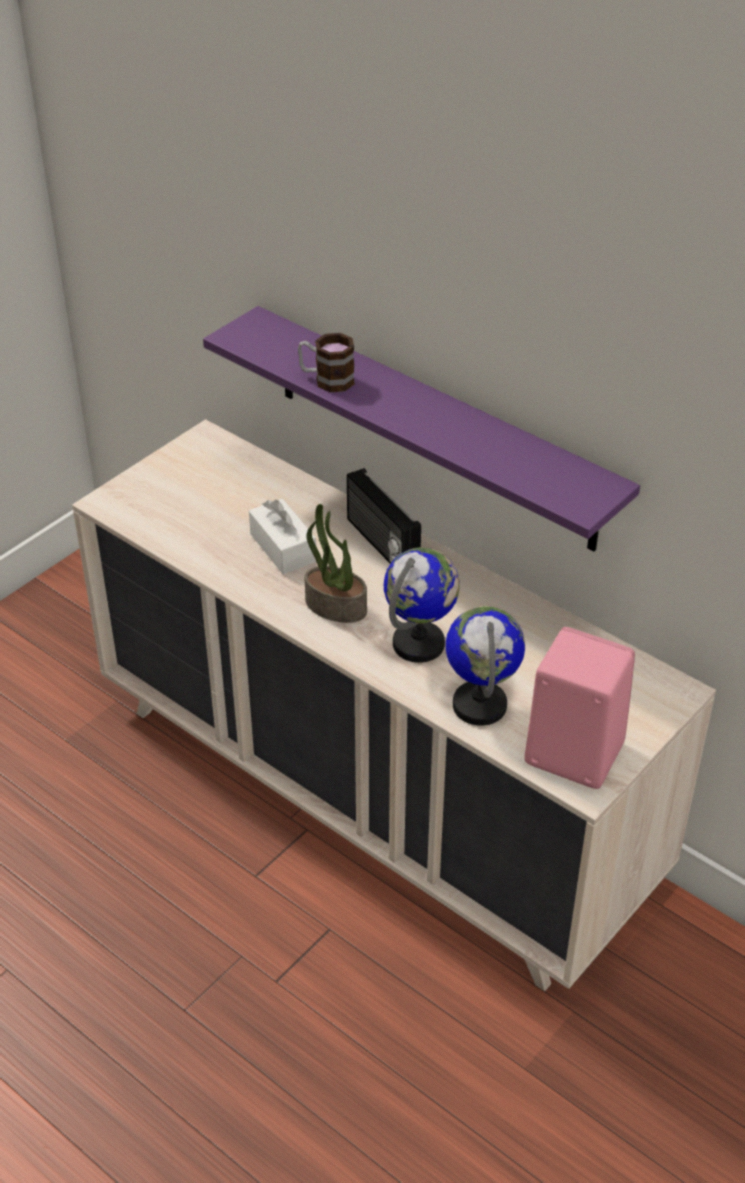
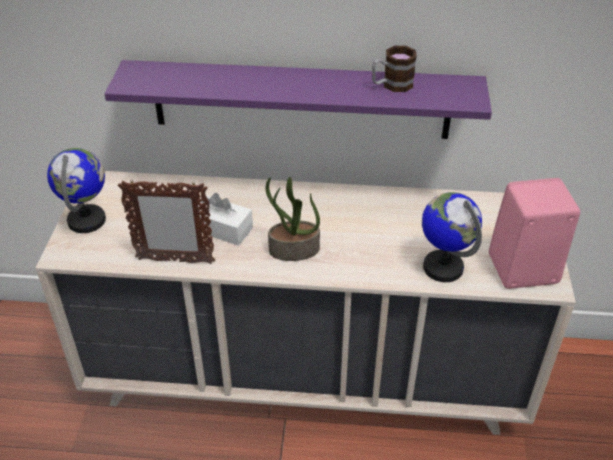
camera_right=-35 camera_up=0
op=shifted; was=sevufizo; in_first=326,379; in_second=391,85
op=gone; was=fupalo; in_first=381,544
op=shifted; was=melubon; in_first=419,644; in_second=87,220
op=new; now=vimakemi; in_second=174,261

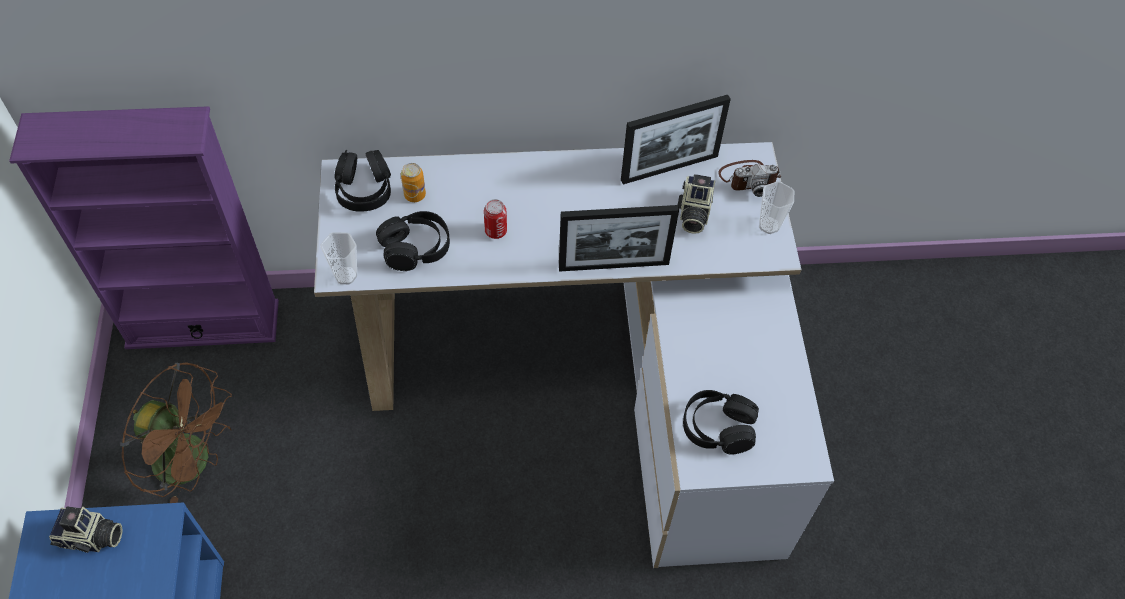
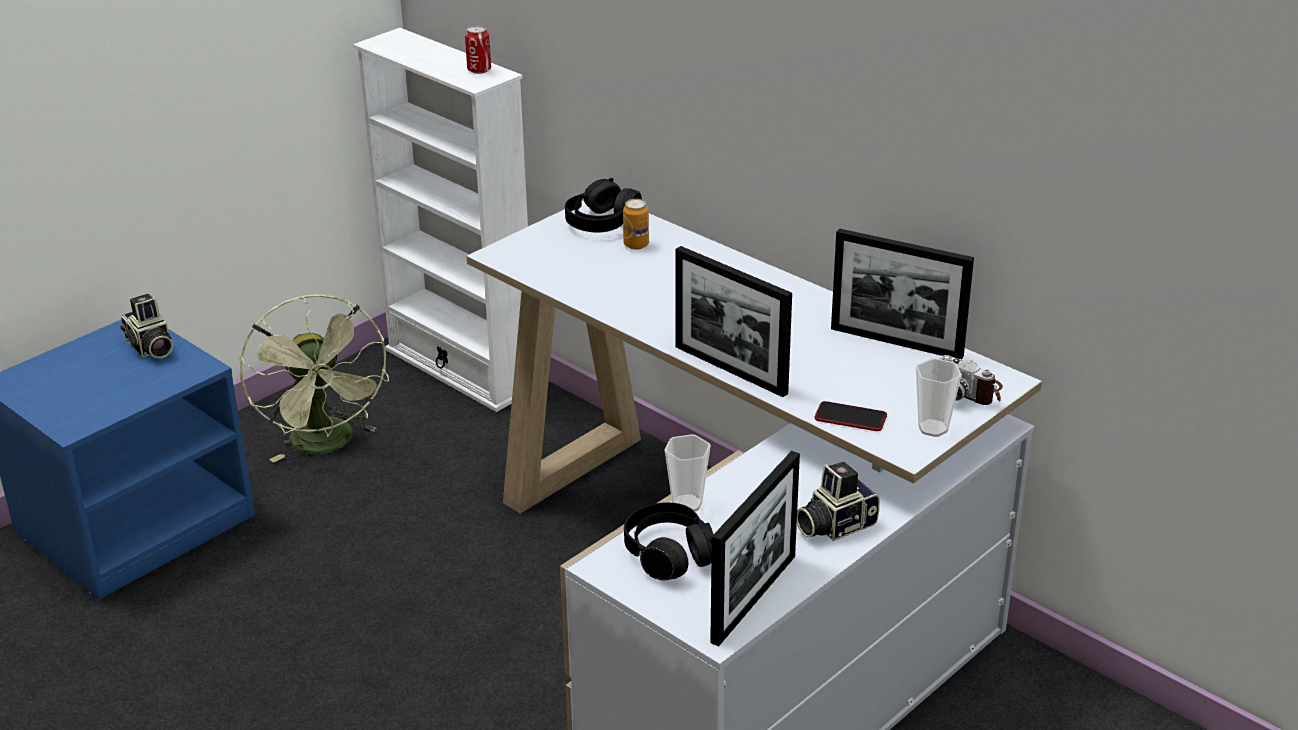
camera_right=50 camera_up=-25
op=repainted; was=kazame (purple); now=kazame (white); in_first=203,324; in_second=461,369
op=shifted; was=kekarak; in_first=693,213; in_second=834,525
op=shifted; was=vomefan; in_first=496,231; in_second=479,70
op=gone; was=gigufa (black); in_first=415,248
op=shifted; was=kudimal; in_first=346,275; in_second=687,504
op=repainted; was=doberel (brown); now=doberel (green); in_first=194,462; in_second=327,445
op=new; now=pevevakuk; in_second=850,418
op=new; now=vimakemi; in_second=754,598

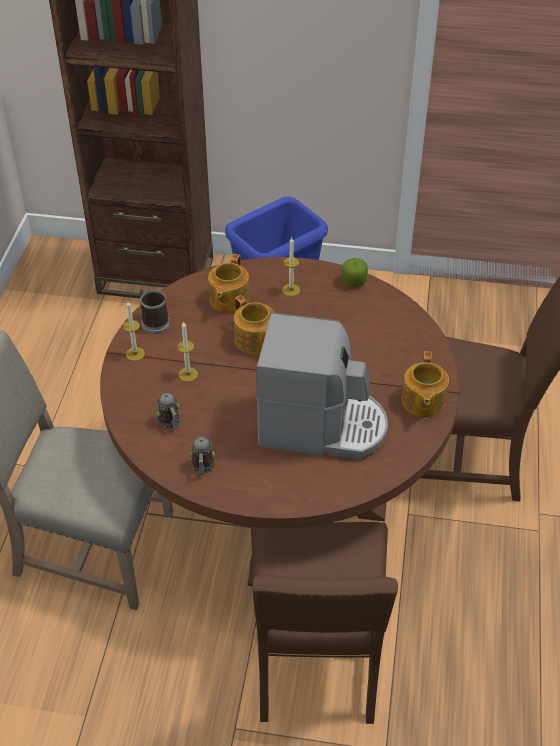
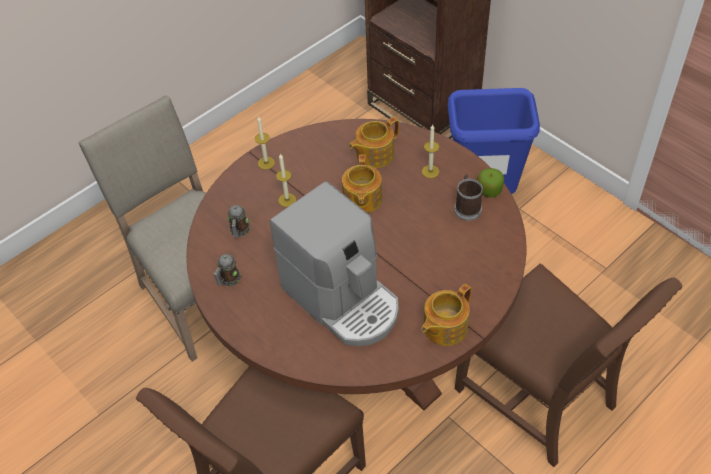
camera_right=40 camera_up=5
op=shifted; was=sevufizo; in_first=153,322; in_second=467,207

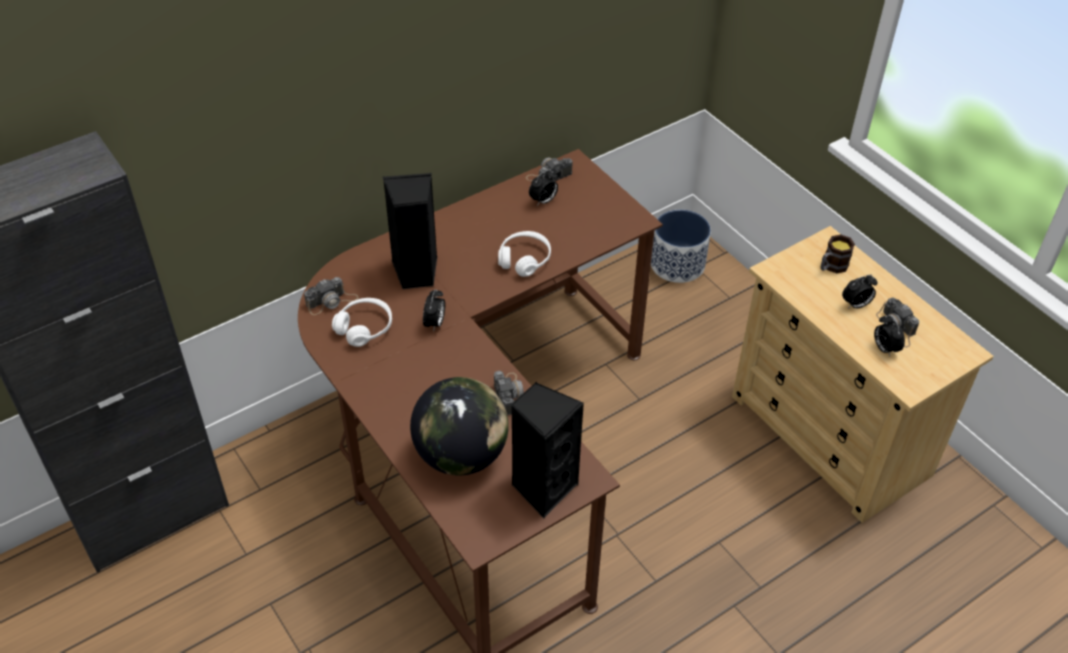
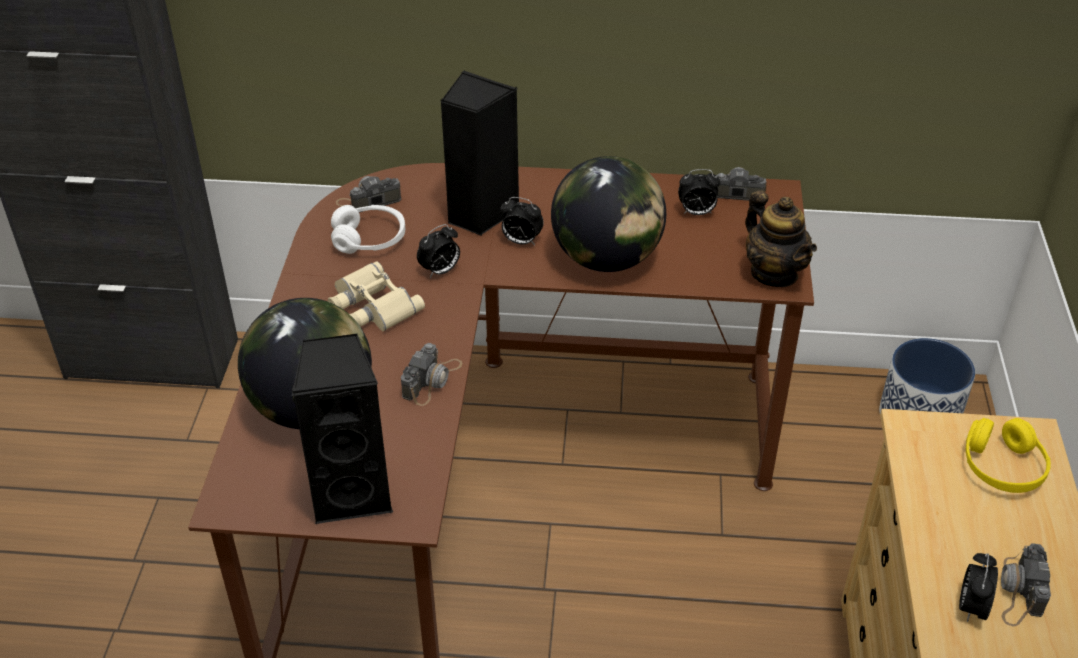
camera_right=40 camera_up=-5
op=swapped; was=gigufa (white); now=melubon; in_first=524,260; in_second=606,259
op=swapped; was=sevufizo; now=gigufa (yellow); in_first=831,266; in_second=1002,467
op=shifted; was=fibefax; in_first=856,305; in_second=521,241
op=rotated; was=kekarak; in_first=332,301; in_second=369,200; clockwise=150
op=new; now=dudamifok; in_second=774,273
op=new; now=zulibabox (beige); in_second=371,306

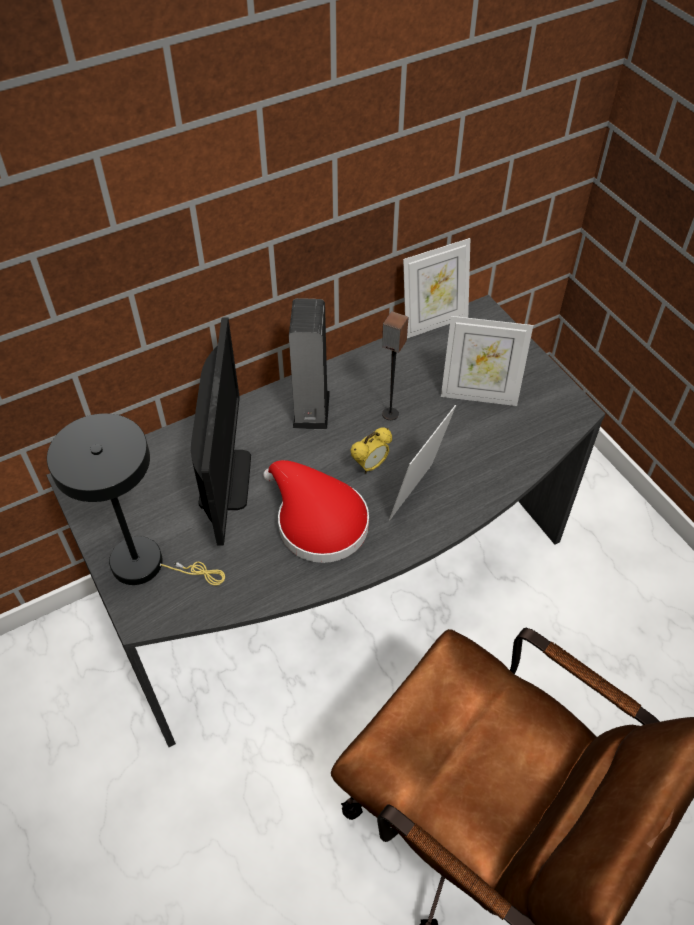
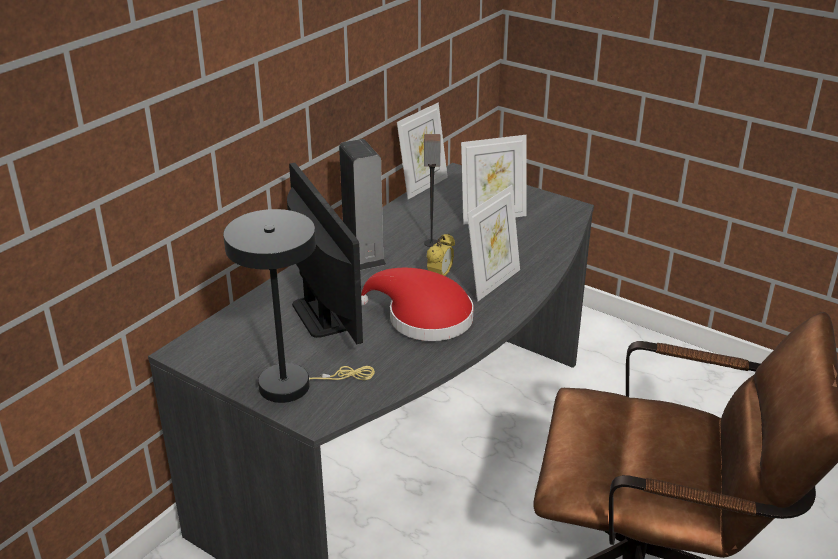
camera_right=-25 camera_up=-20
op=rotated; was=vimakemi; in_first=418,495; in_second=493,282; clockwise=-150

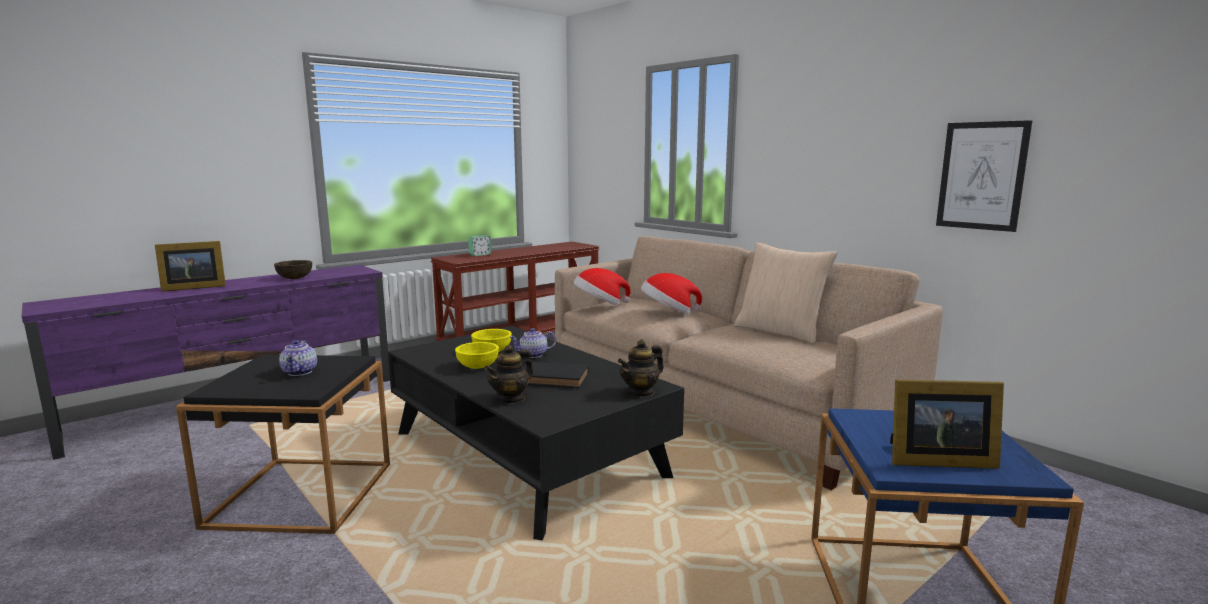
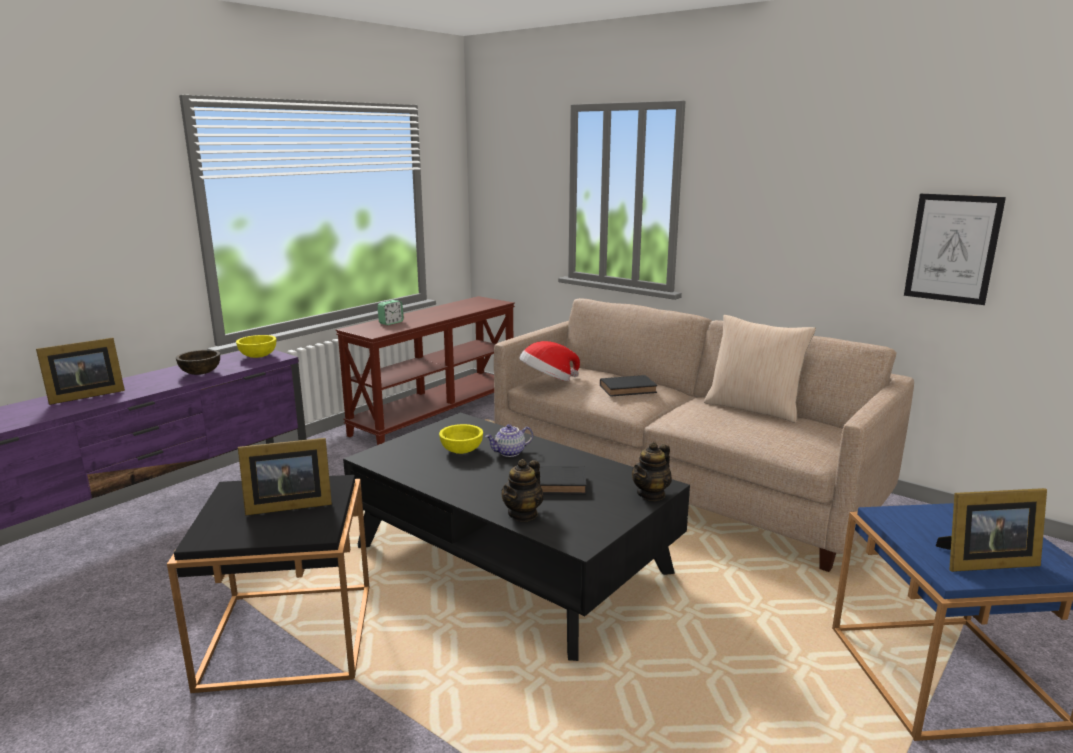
camera_right=-10 camera_up=5
op=swapped; was=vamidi; now=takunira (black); in_first=668,312; in_second=629,389
op=swapped; was=dudamifok; now=vimakemi; in_first=300,372; in_second=286,505
op=shifted; was=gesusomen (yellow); in_first=477,367; in_second=258,356

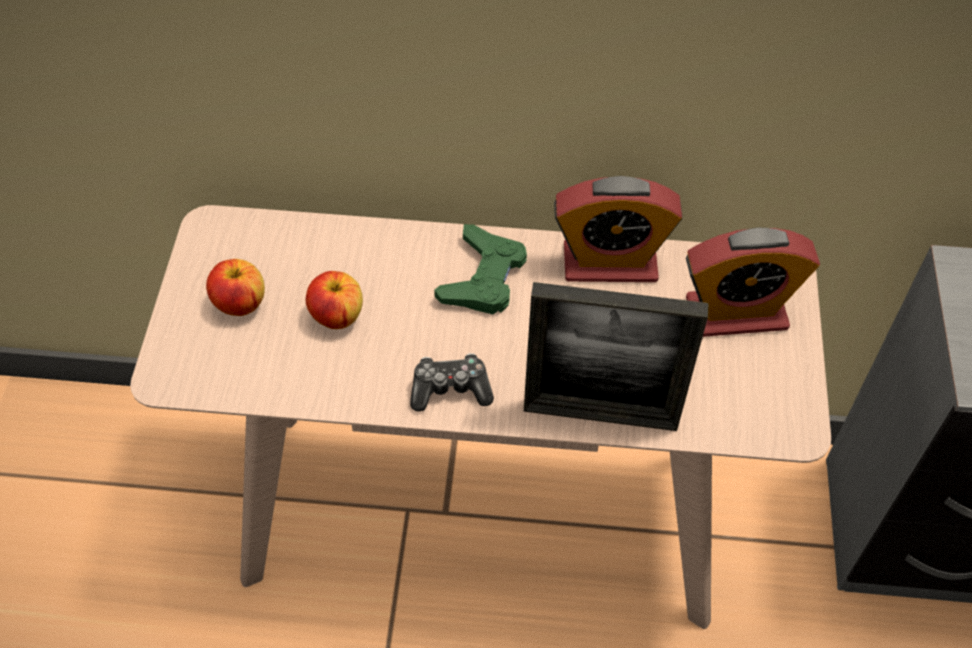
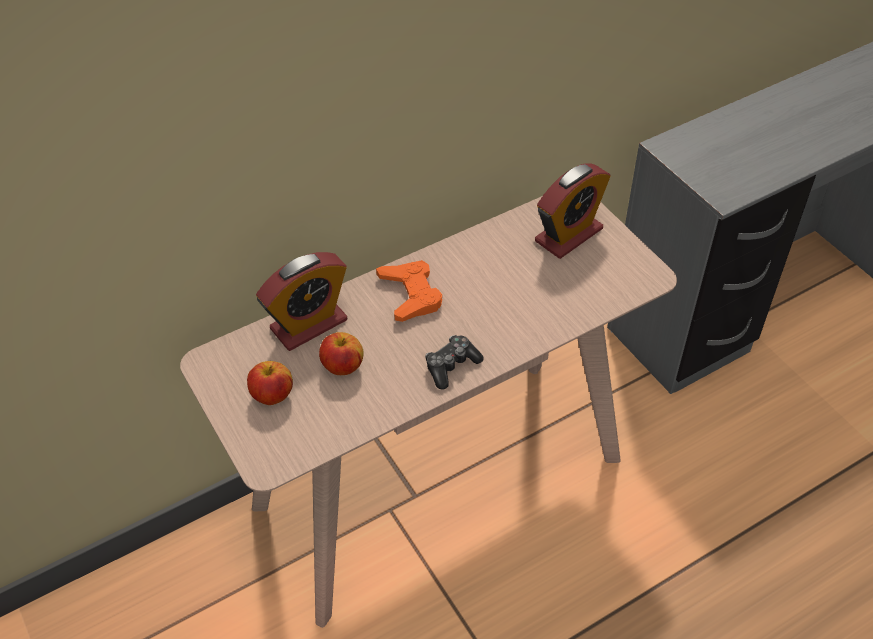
camera_right=-35 camera_up=-5
op=shifted; was=fibefax; in_first=610,263; in_second=309,324
op=repainted; was=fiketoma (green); now=fiketoma (orange); in_first=483,277; in_second=410,294
op=gone; was=vimakemi; in_first=600,414

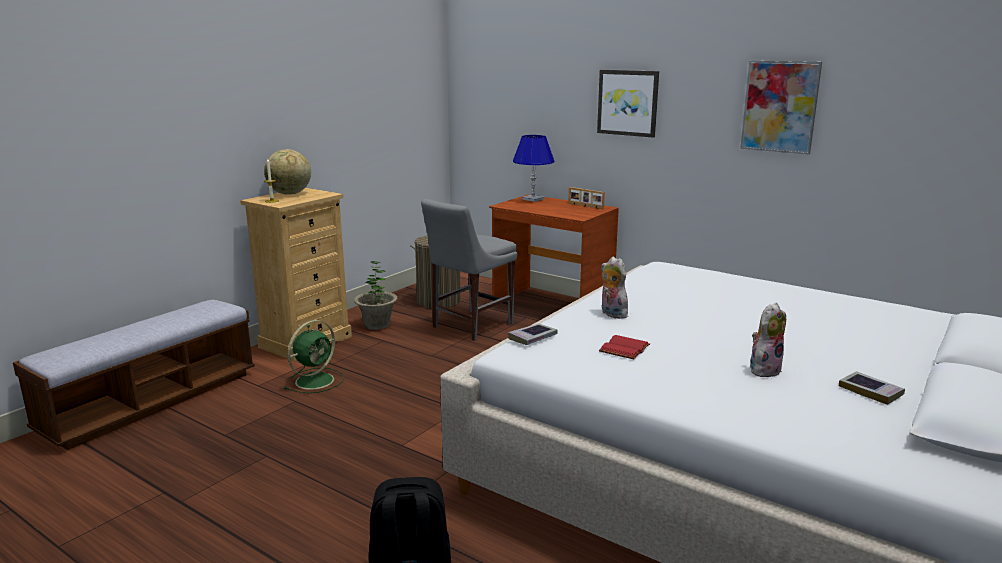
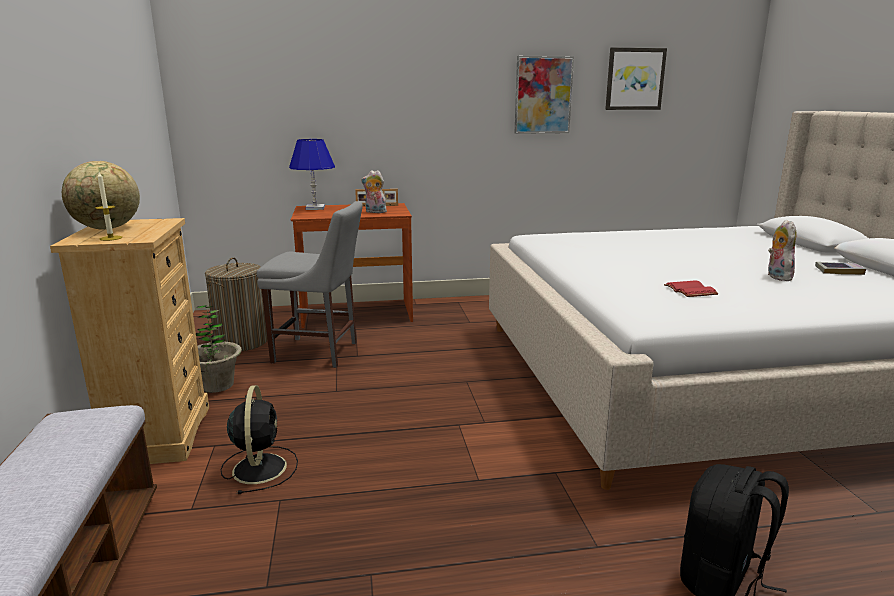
camera_right=-45 camera_up=0
op=shifted; was=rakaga; in_first=628,103; in_second=635,79
op=rotated; was=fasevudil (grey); in_first=469,326; in_second=319,353; clockwise=-75
op=shifted; was=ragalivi; in_first=611,314; in_second=375,212
op=repainted; was=doberel (green); now=doberel (black); in_first=316,380; in_second=260,467
op=gone; was=takunira; in_first=533,338

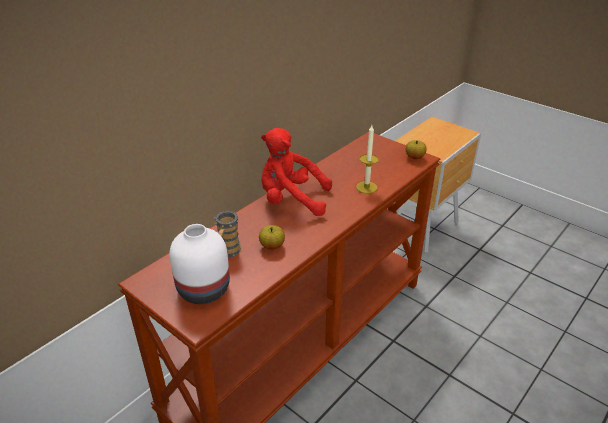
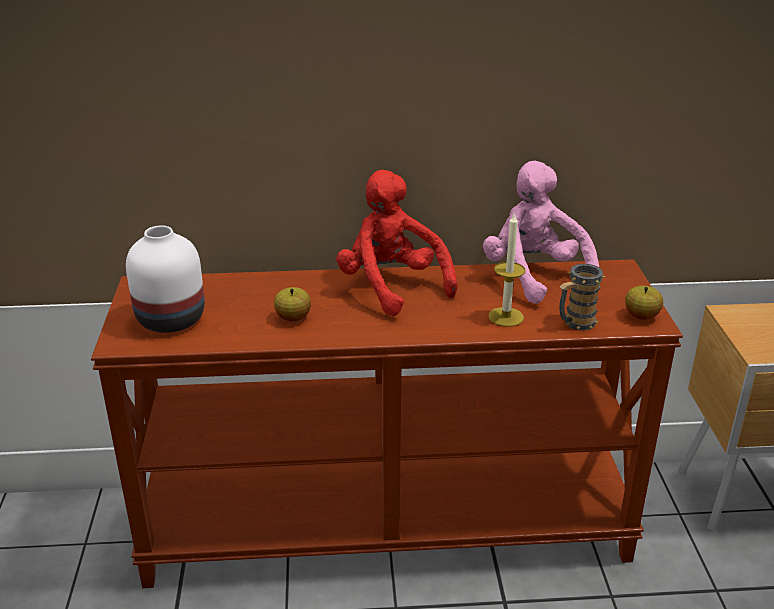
camera_right=45 camera_up=-5
op=shifted; was=sevufizo; in_first=228,252; in_second=575,323
op=new; now=ragalivi (pink); in_second=534,276

